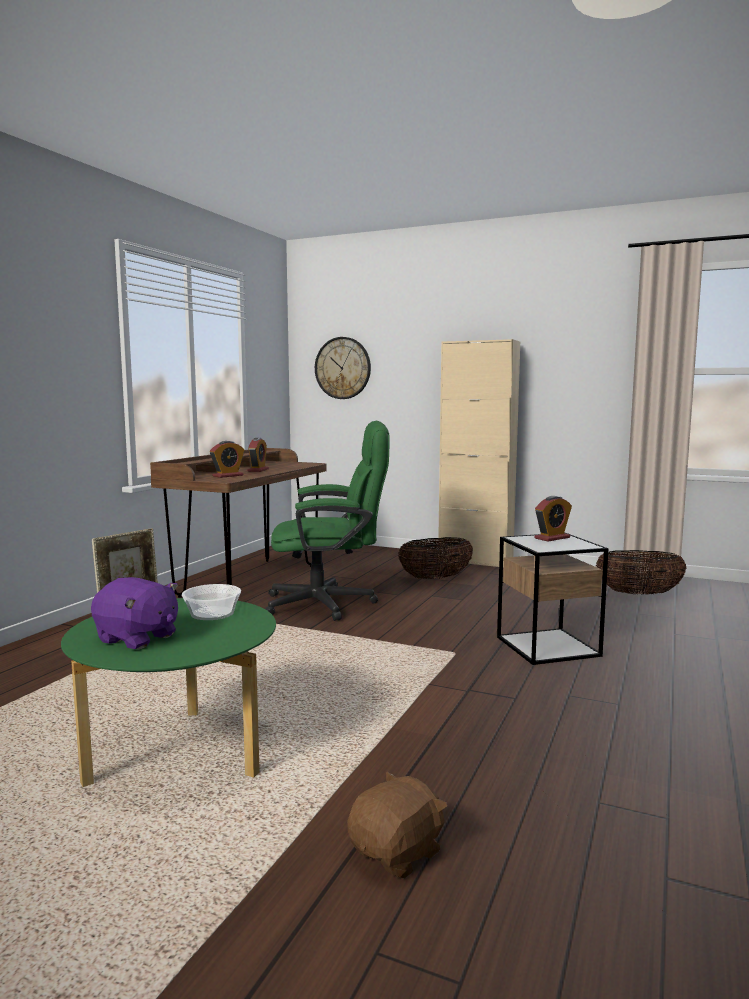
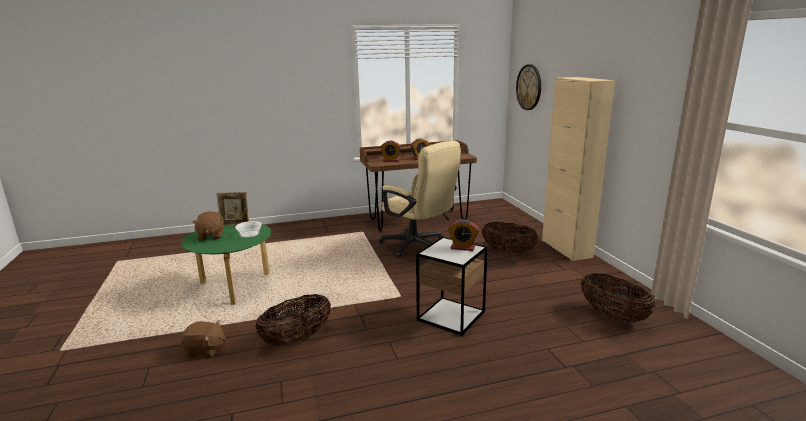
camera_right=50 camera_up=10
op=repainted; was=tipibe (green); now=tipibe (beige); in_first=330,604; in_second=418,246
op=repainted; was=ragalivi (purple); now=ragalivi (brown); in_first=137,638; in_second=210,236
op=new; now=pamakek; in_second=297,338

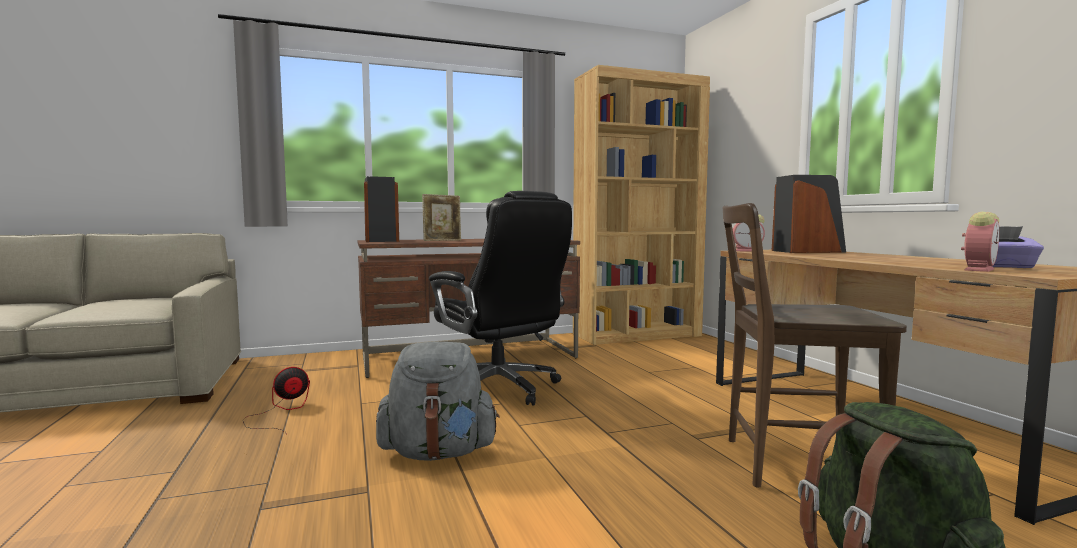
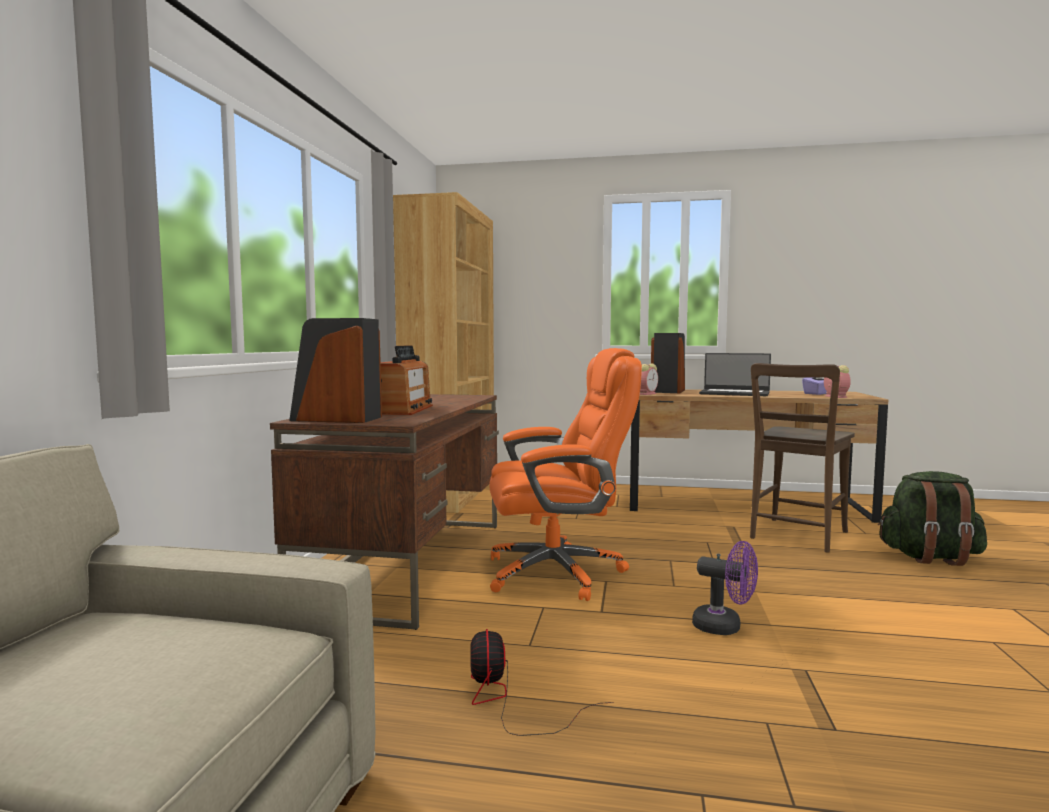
camera_right=-60 camera_up=0
op=repainted; was=tipibe (black); now=tipibe (orange); in_first=500,388; in_second=558,573
op=swapped; was=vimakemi; now=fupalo; in_first=442,240; in_second=402,409
op=swapped; was=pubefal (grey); now=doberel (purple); in_first=438,453; in_second=725,627
op=new; now=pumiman; in_second=734,393

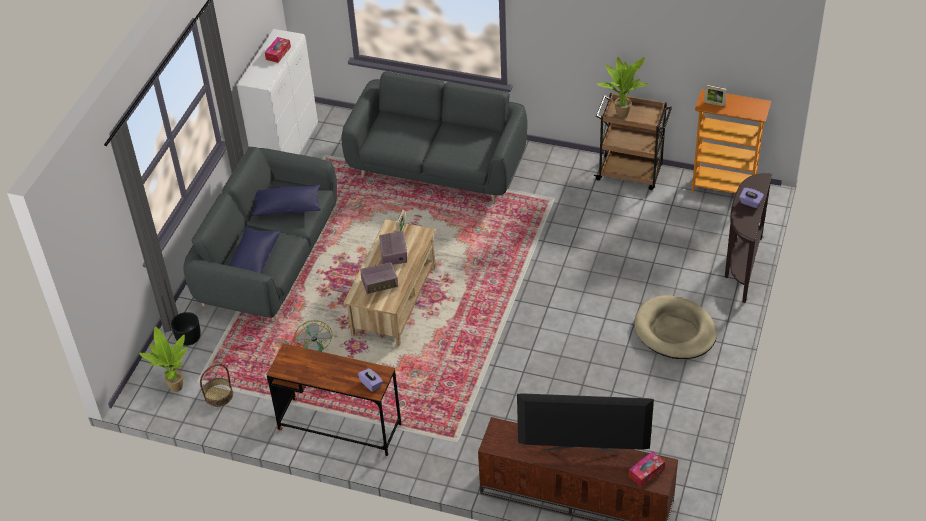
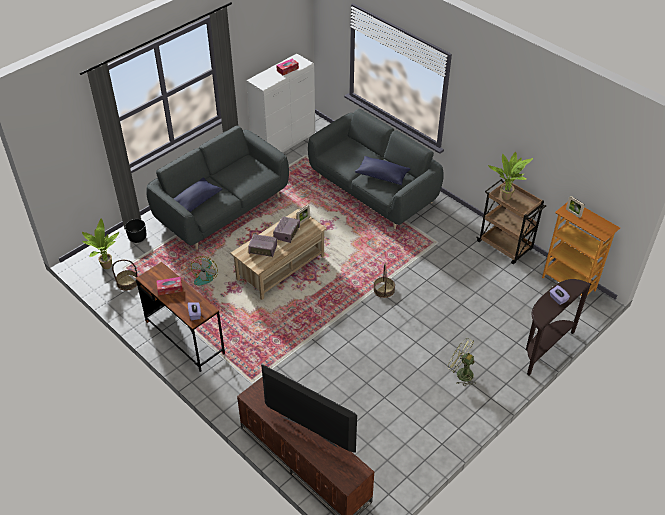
camera_right=25 camera_up=0
op=shifted; was=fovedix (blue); in_first=288,207; in_second=382,176
op=swapped; was=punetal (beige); now=doberel (green); in_first=675,331; in_second=461,373
op=shifted; was=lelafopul; in_first=646,472; in_second=170,288
op=new; now=pamakek; in_second=384,290

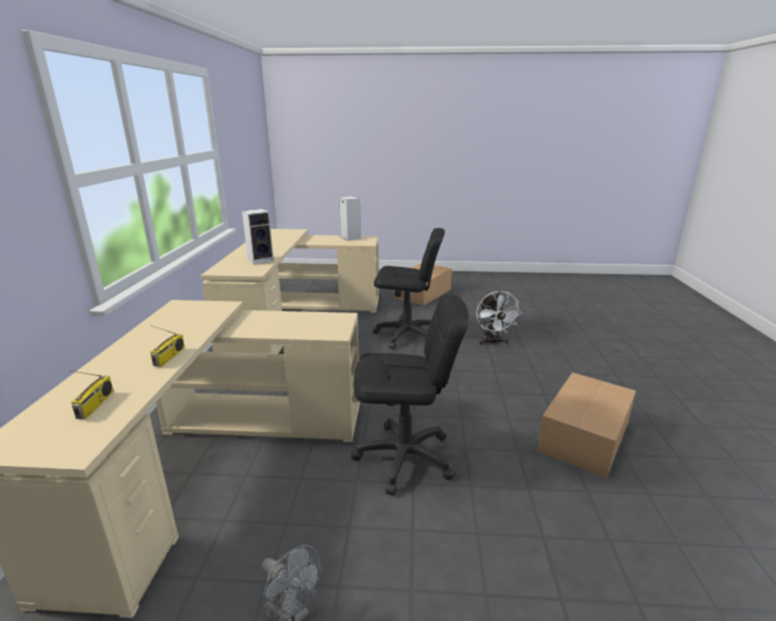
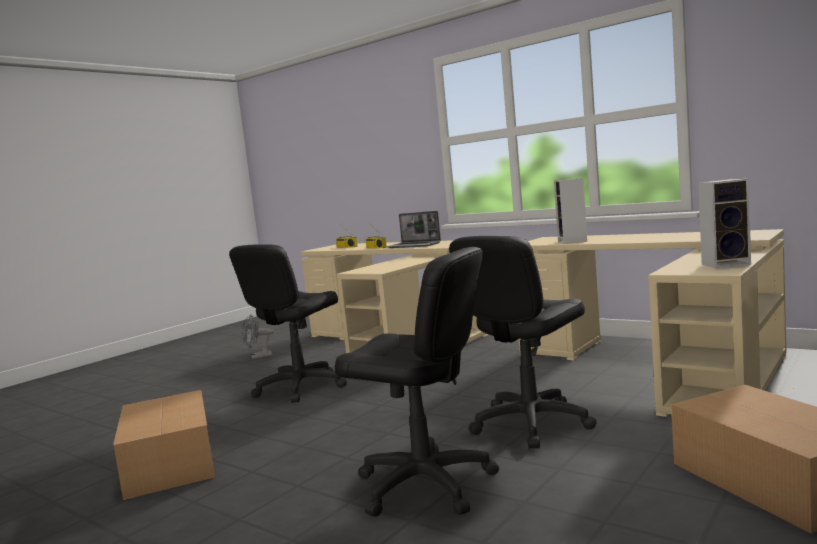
camera_right=125 camera_up=-15
op=swapped; was=doberel (white); now=tipibe (black); in_first=492,342; in_second=425,485
op=new; now=pumiman; in_second=415,245

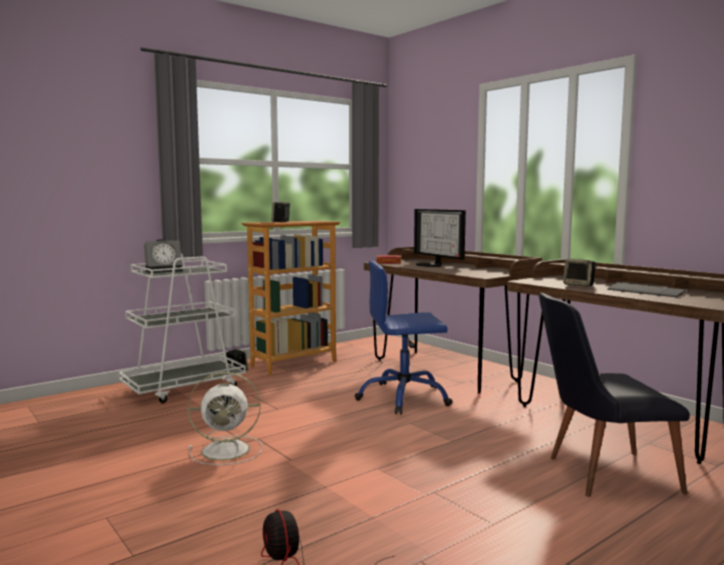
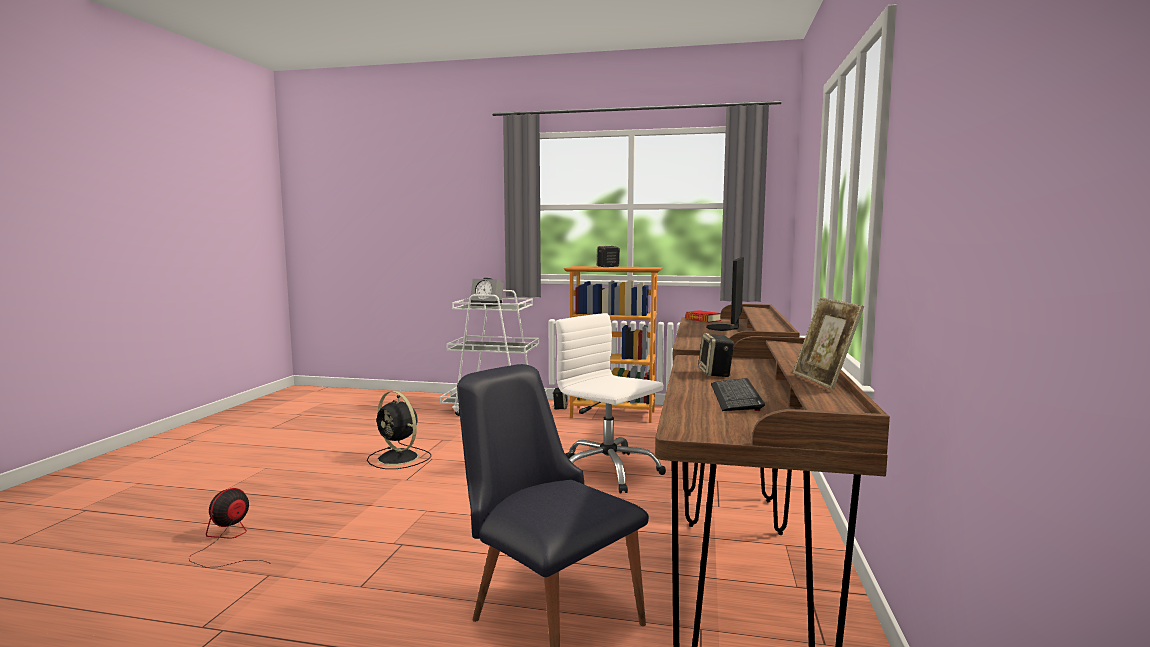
camera_right=50 camera_up=0
op=repainted; was=tipibe (blue); now=tipibe (white); in_first=404,398; in_second=607,471
op=repainted; was=doberel (white); now=doberel (black); in_first=228,450; in_second=399,458
op=new; now=vimakemi; in_second=824,380

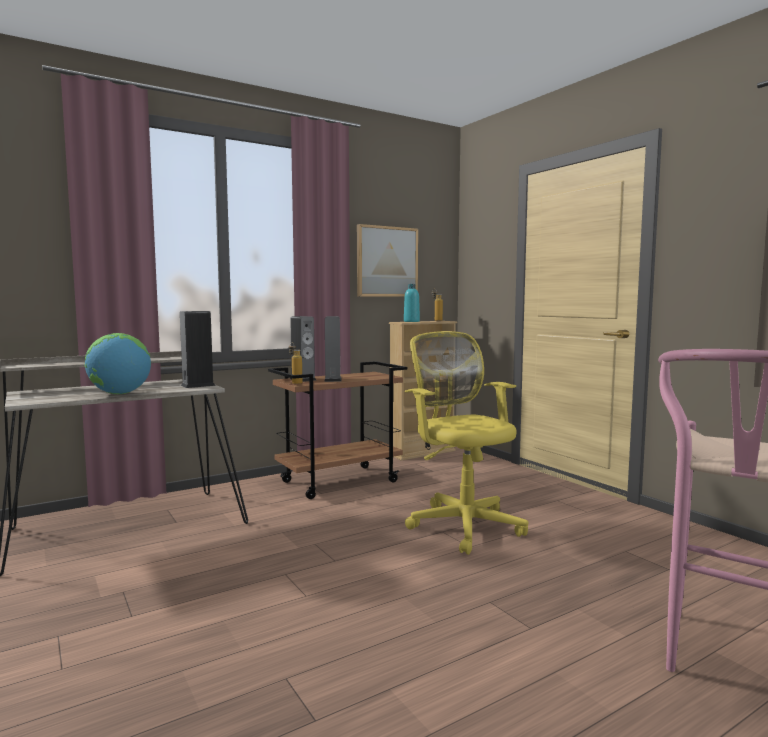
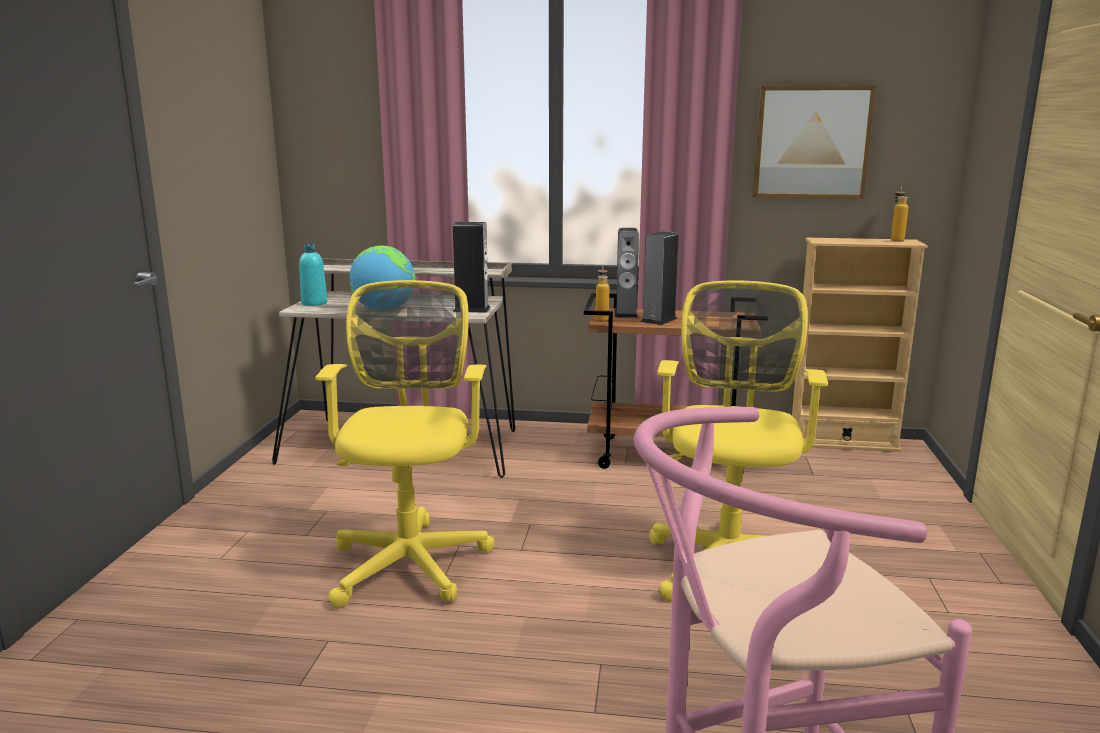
camera_right=40 camera_up=10
op=shifted; was=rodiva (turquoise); in_first=411,321; in_second=314,303
op=new; now=tipibe (yellow); in_second=411,561

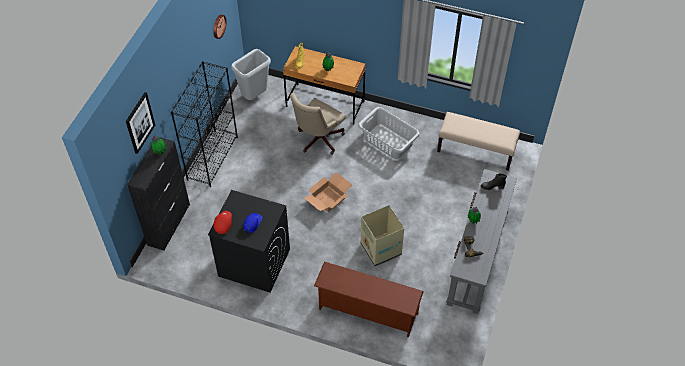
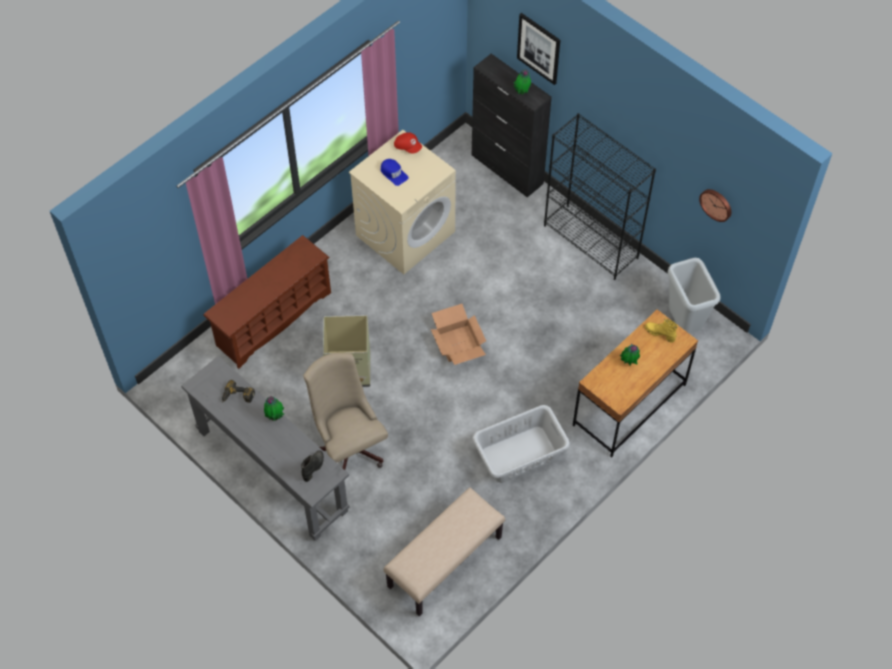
camera_right=115 camera_up=5
op=shifted; was=tipibe (beige); in_first=317,140; in_second=348,444
op=repainted; was=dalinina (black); now=dalinina (beige); in_first=253,263; in_second=405,233

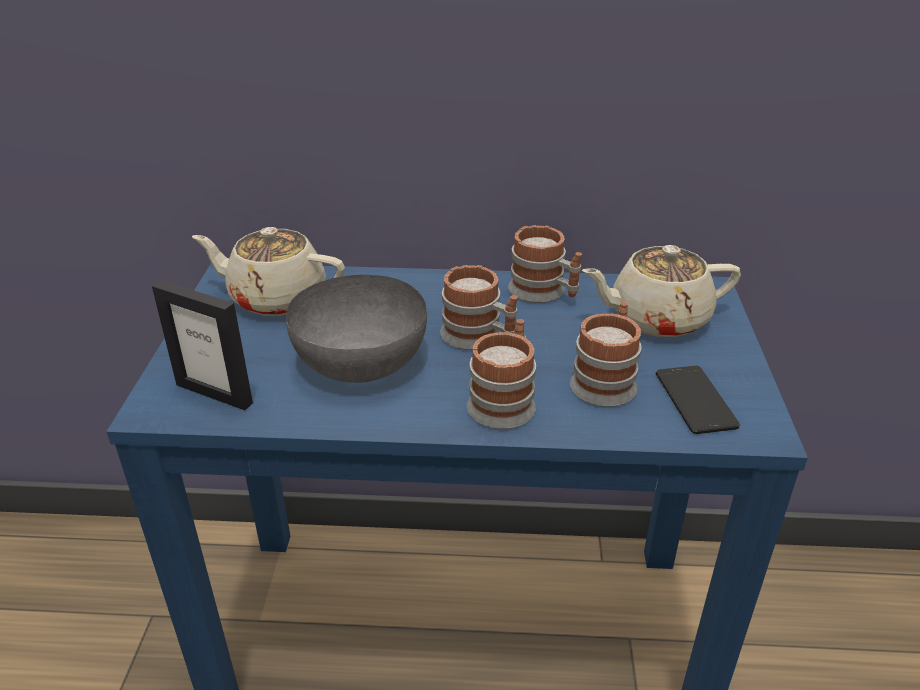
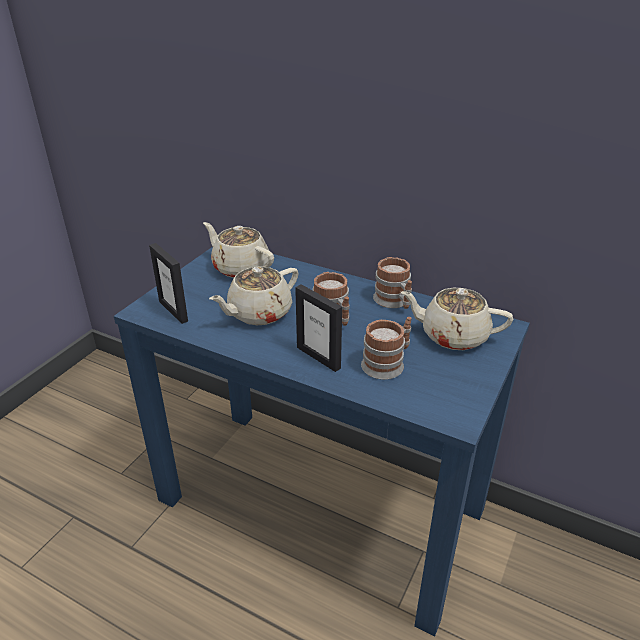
camera_right=25 camera_up=0
op=swapped; was=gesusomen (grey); now=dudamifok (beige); in_first=360,360; in_second=258,313
op=swapped; was=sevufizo; now=vimakemi; in_first=505,400; in_second=318,357
op=gone; was=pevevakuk; in_first=695,400

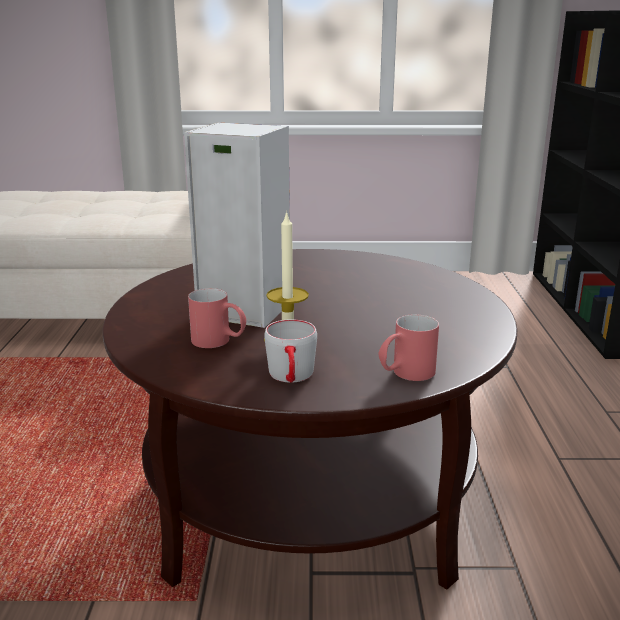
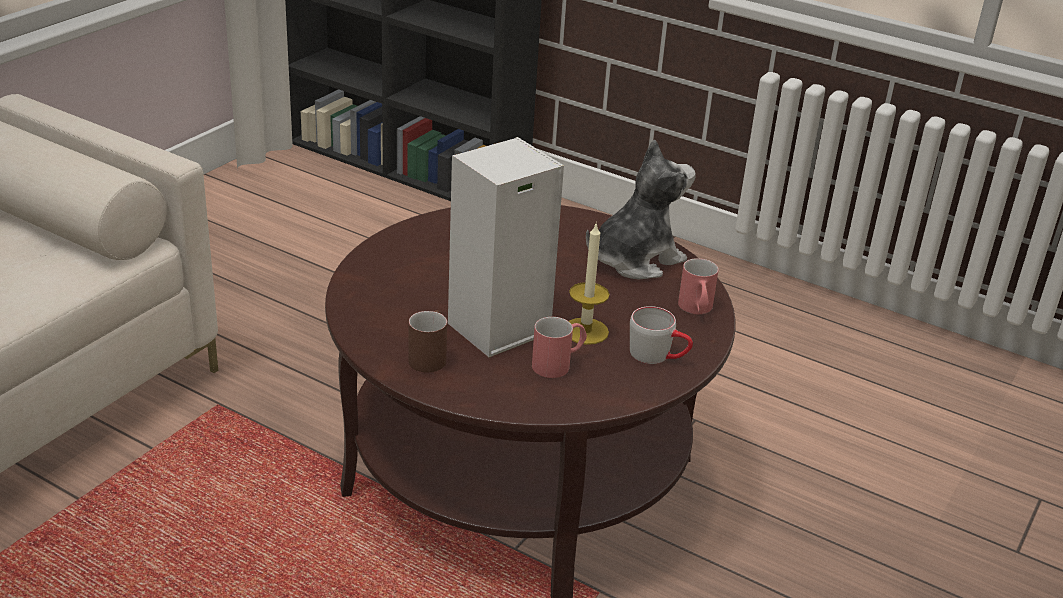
camera_right=-60 camera_up=10
op=new; now=ragalivi; in_second=635,259
op=new; now=sevufizo (brown); in_second=430,356

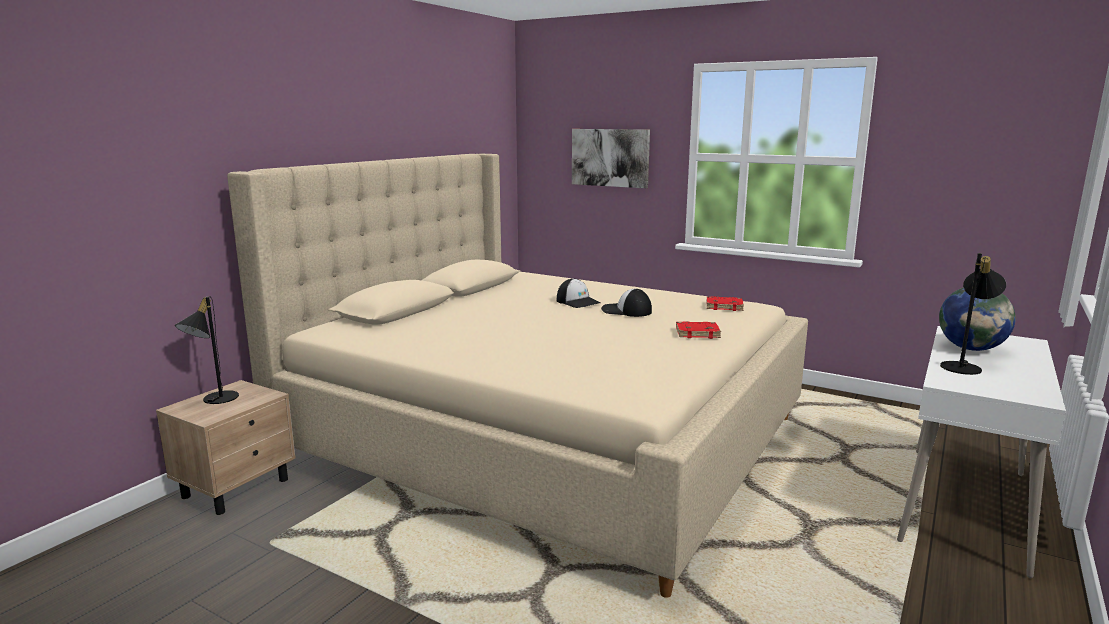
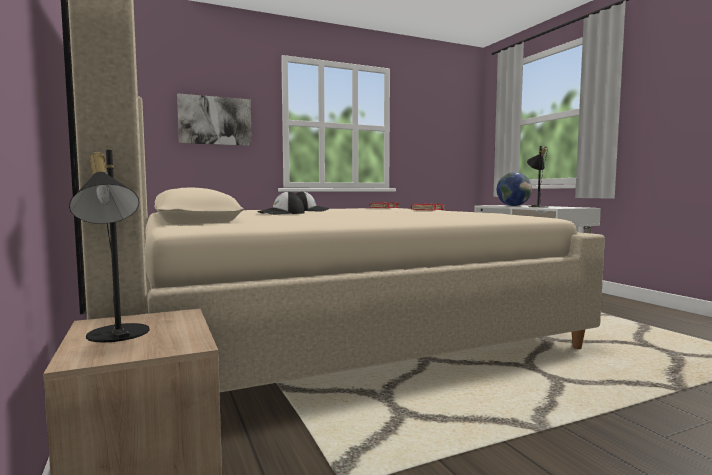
camera_right=-55 camera_up=-10
op=shifted; was=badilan; in_first=626,311; in_second=281,213

